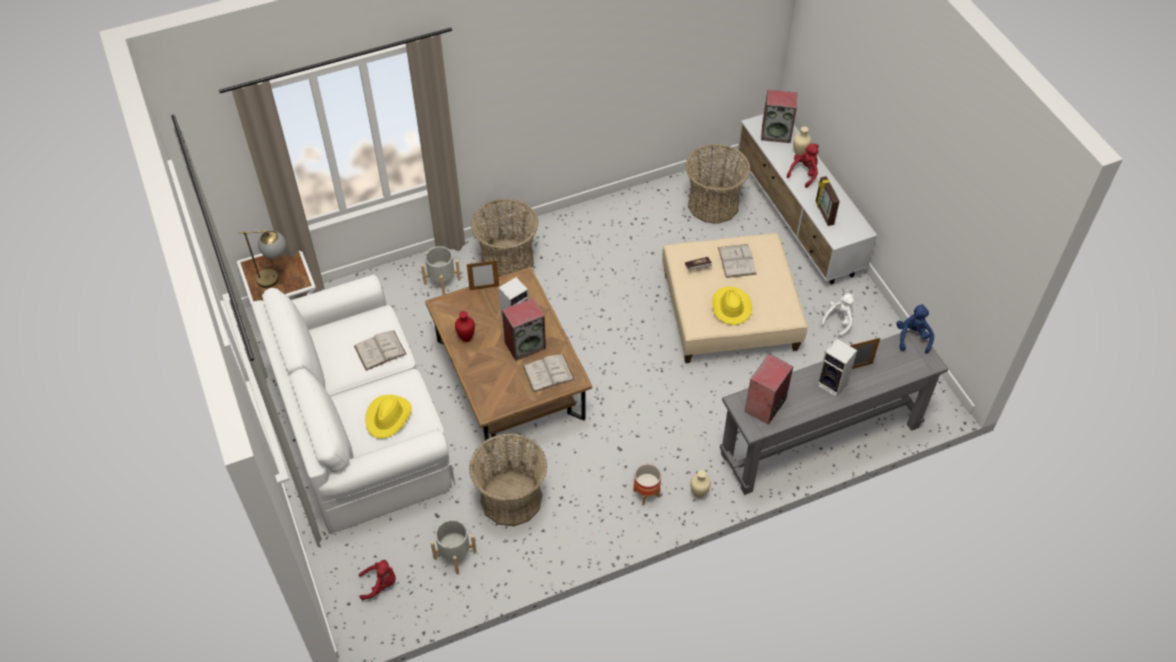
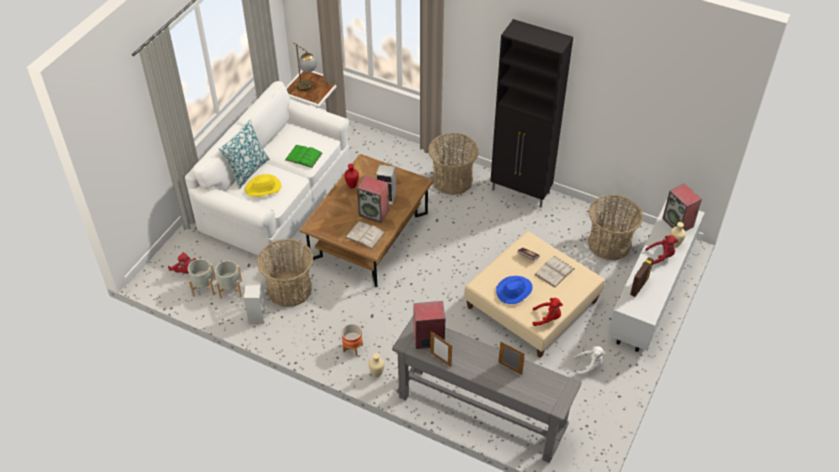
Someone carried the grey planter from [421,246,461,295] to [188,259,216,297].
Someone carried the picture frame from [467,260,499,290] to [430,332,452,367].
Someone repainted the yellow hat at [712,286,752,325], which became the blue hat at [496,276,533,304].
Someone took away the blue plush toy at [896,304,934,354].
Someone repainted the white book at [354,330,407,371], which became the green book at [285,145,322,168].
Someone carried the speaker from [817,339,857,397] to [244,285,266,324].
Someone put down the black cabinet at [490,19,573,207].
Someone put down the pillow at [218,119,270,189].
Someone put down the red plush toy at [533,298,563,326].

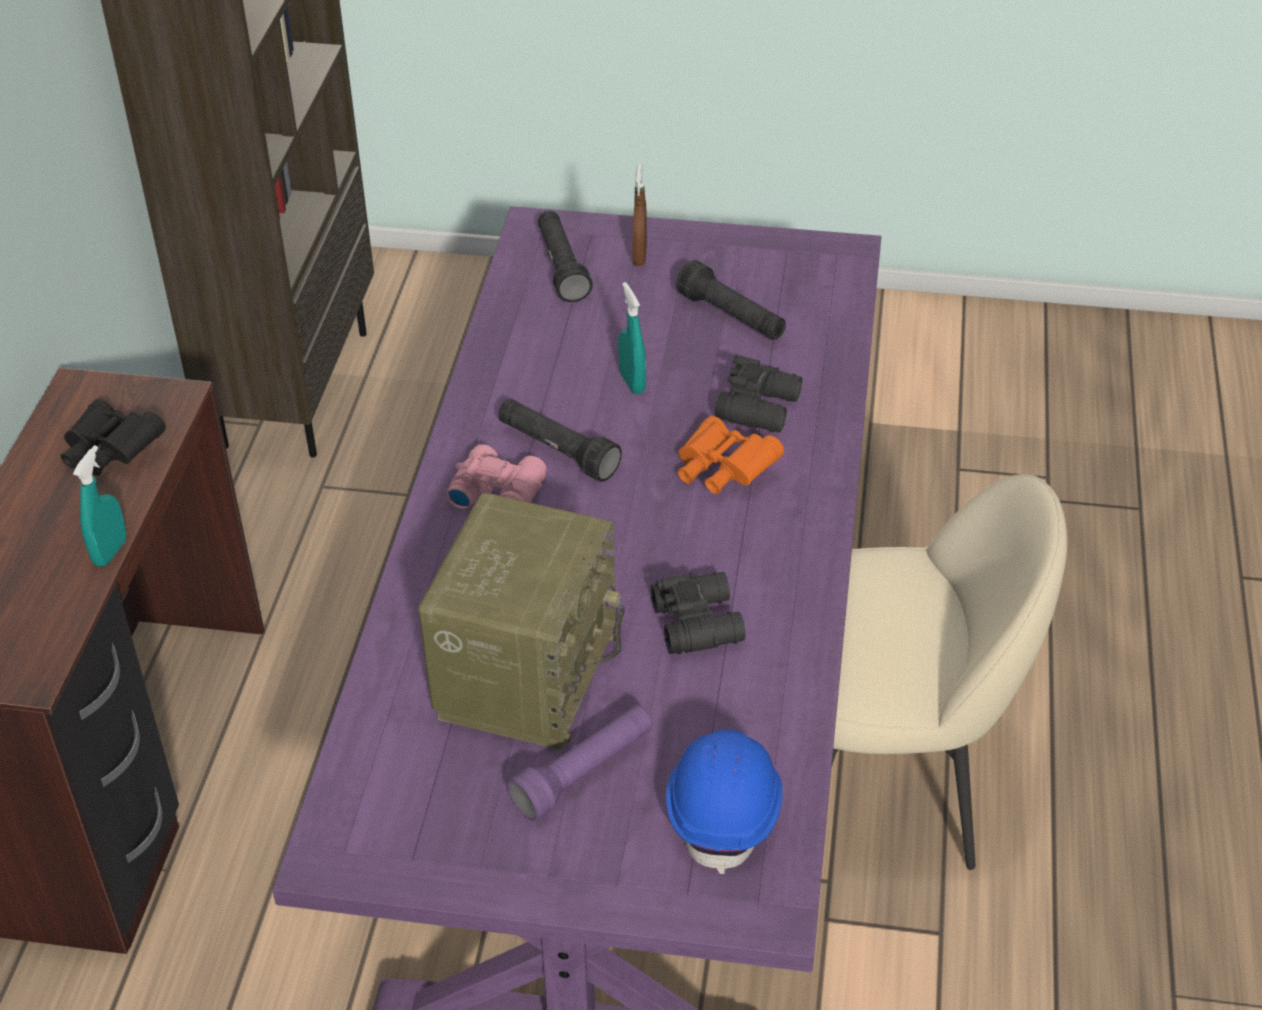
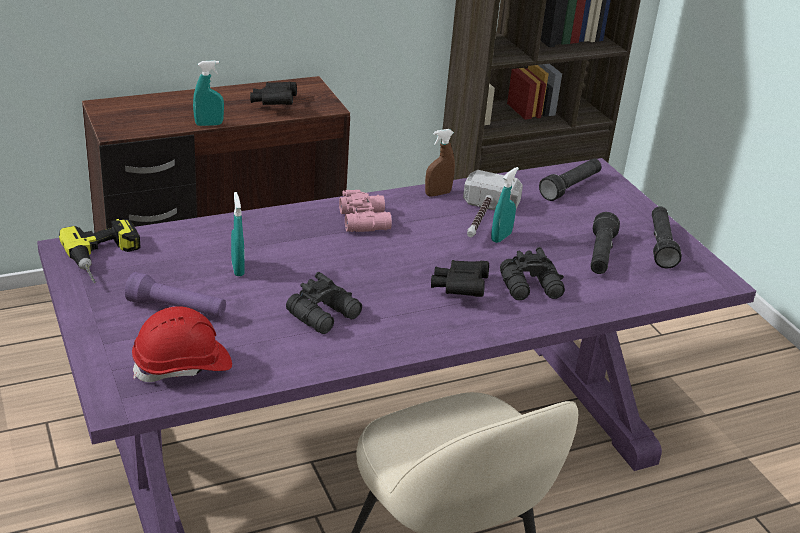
Someone carried the brown spray bottle from [632,165,647,266] to [425,129,455,196].
Someone carried the black flashlight from [498,399,622,482] to [652,207,682,268].
Someone repainted the orange binoculars at [678,416,784,494], which became the black binoculars at [431,260,489,297].
Someone swapped the radio at [418,493,625,750] for the turquoise spray bottle at [231,192,245,276].
Someone repainted the blue hard hat at [666,729,783,874], which became the red hard hat at [132,307,232,382].
Someone put down the hammer at [463,170,523,237].
Someone put down the power drill at [59,219,141,283].

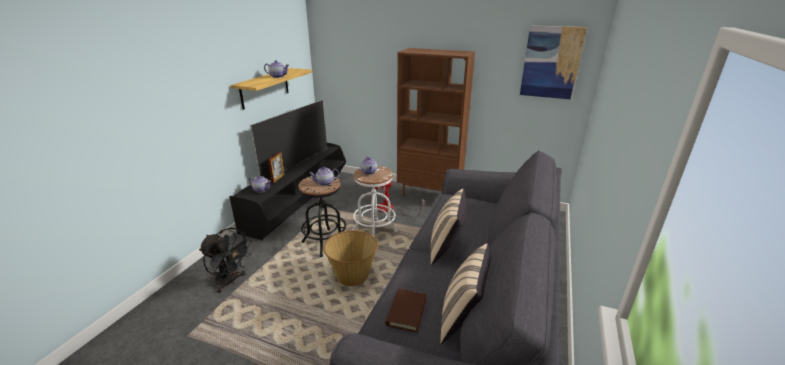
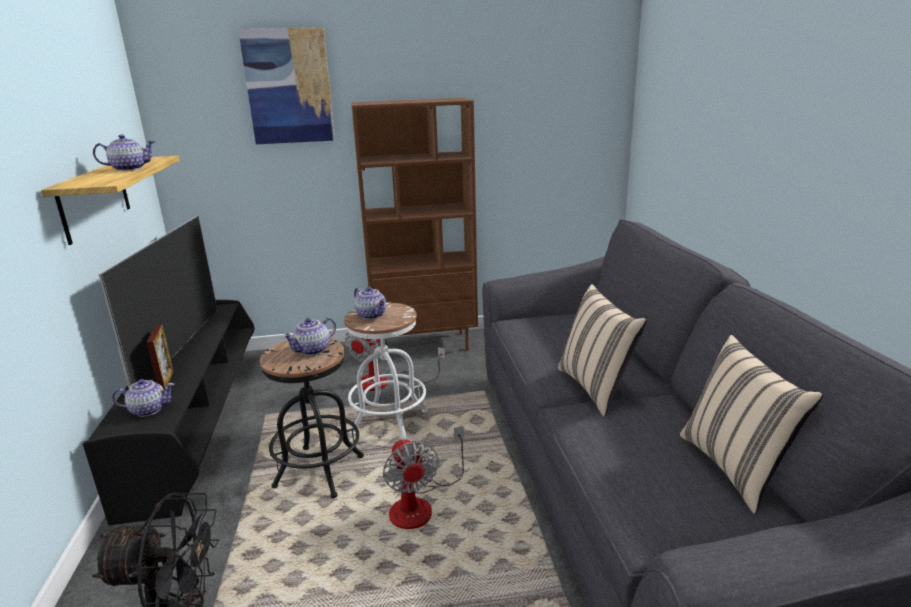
Someone carried the picture from [520,25,587,100] to [238,27,335,144].
Someone swapped the basket at [323,230,378,286] for the fan at [383,426,464,529].
Someone took away the brown book at [385,289,427,333].

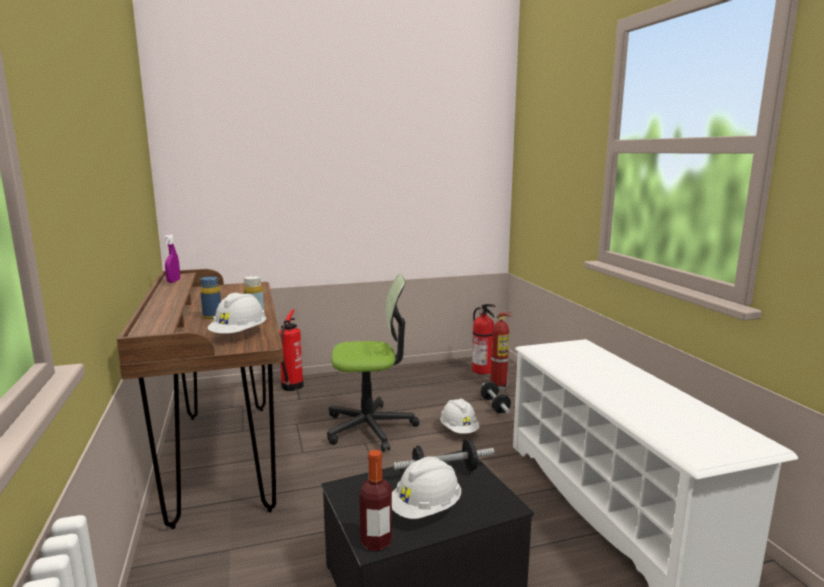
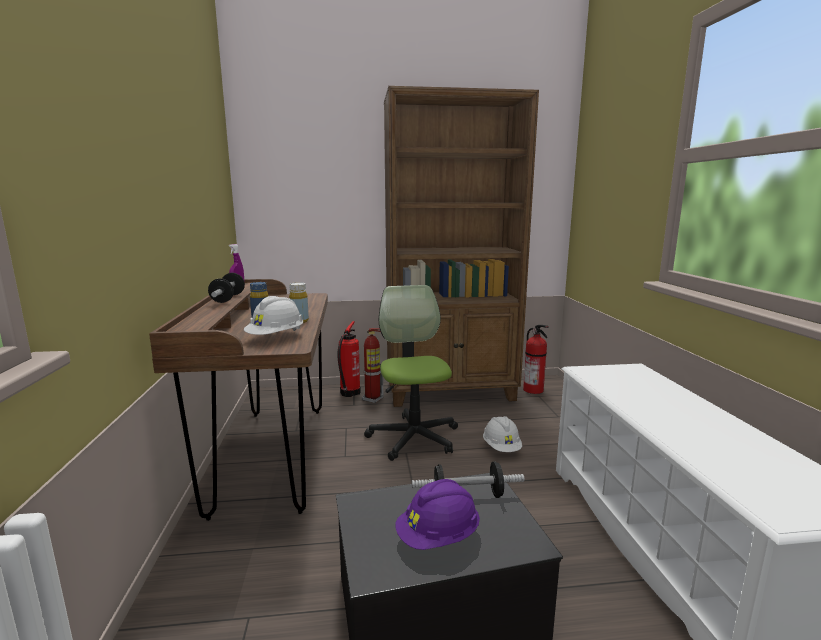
Someone rotated the office chair at [327,274,419,452] by 105 degrees counterclockwise.
Someone carried the fire extinguisher from [490,312,512,391] to [362,328,384,403].
Someone carried the dumbbell from [480,382,511,413] to [208,273,245,303].
Someone took away the bottle at [359,450,392,551].
Someone repainted the white hard hat at [392,456,461,519], which became the purple hard hat at [395,479,480,550].
Someone put down the brown bookcase at [384,86,539,407].

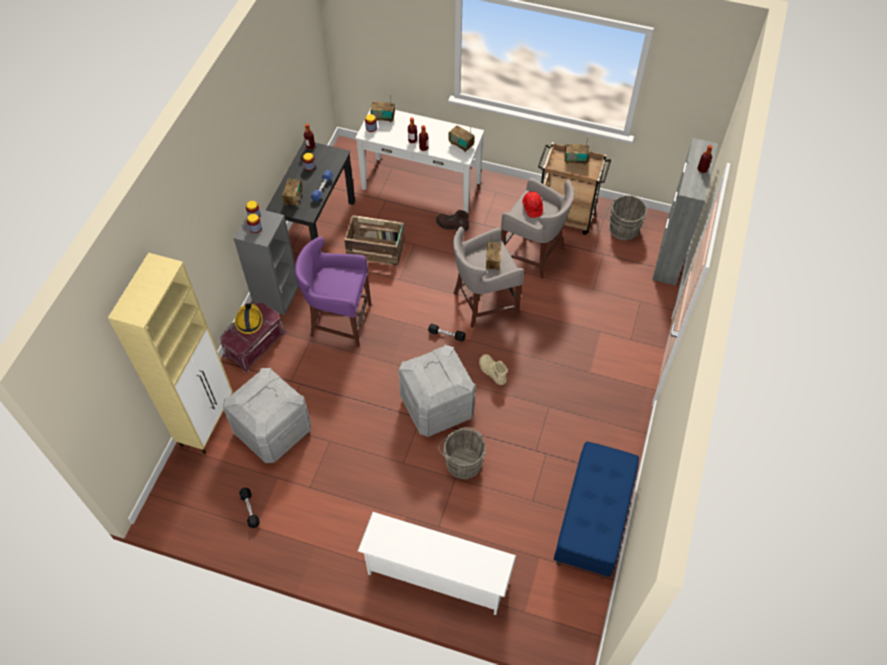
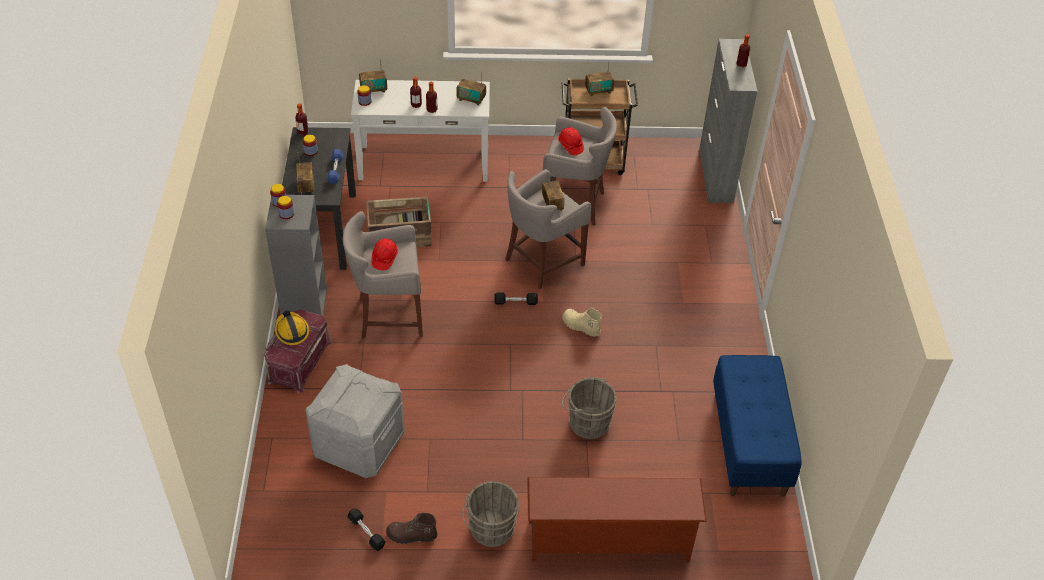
Someone carried the grey bucket from [606,195,647,241] to [462,481,519,547].
Someone carried the brown boot from [436,210,469,232] to [386,513,437,544].
Someone repainted the purple stool at [295,236,371,347], which became the grey stool at [343,211,423,339].
Someone took away the beige cabinet at [108,253,233,454].
Someone took away the grey storage box at [398,345,476,437].
Someone repainted the white shoe rack at [358,512,517,615], which became the brown shoe rack at [527,477,707,563].
Someone put down the red hard hat at [372,239,398,271].

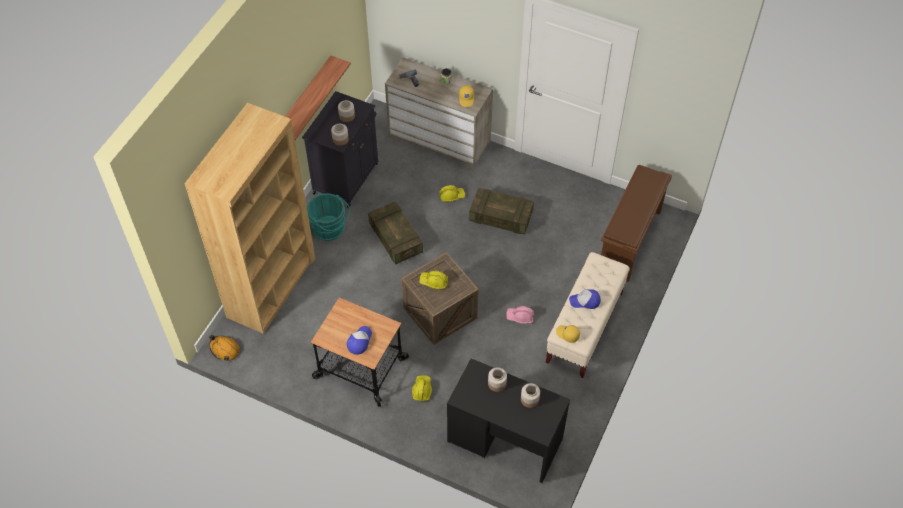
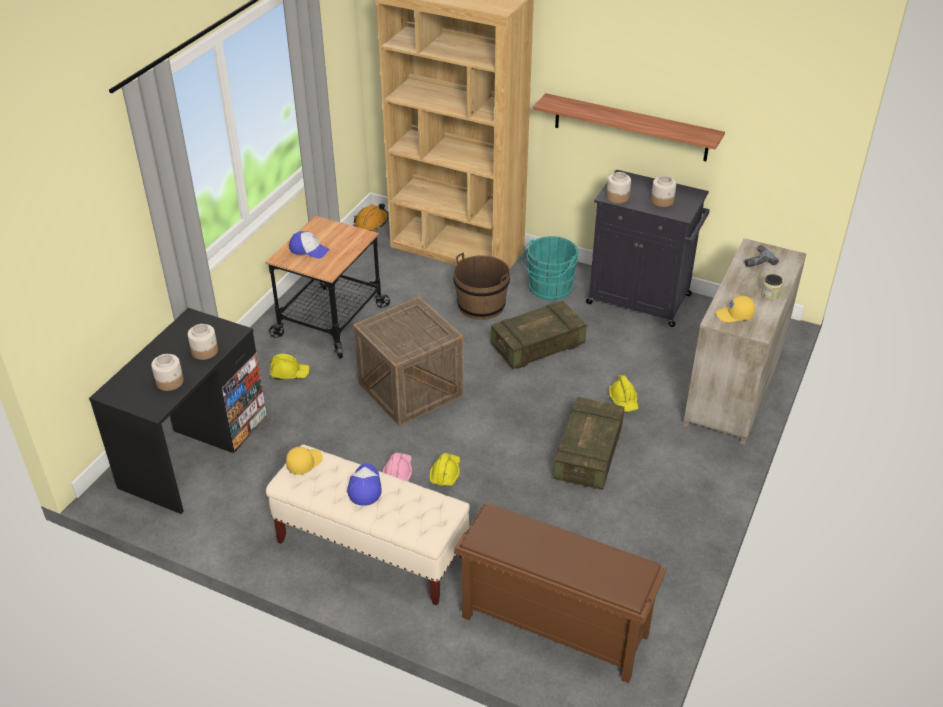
Someone carried the yellow hard hat from [419,271,448,289] to [430,453,460,486].
Someone put down the brown bucket at [453,253,510,320].

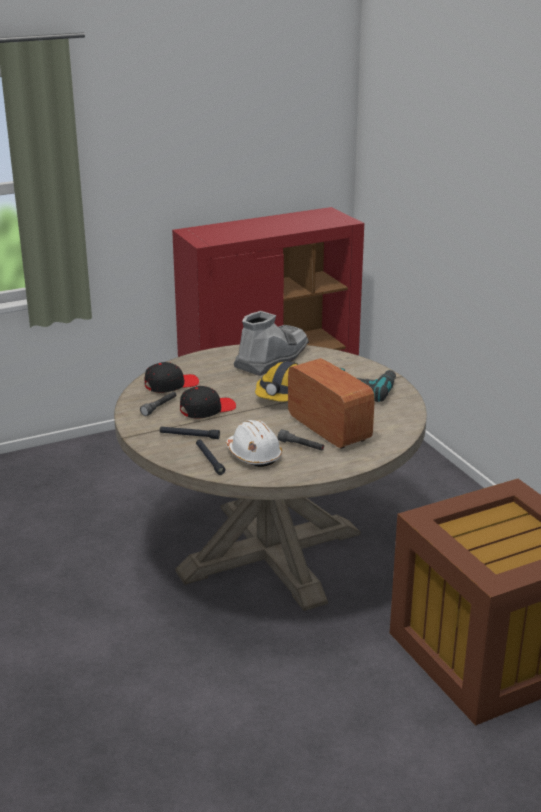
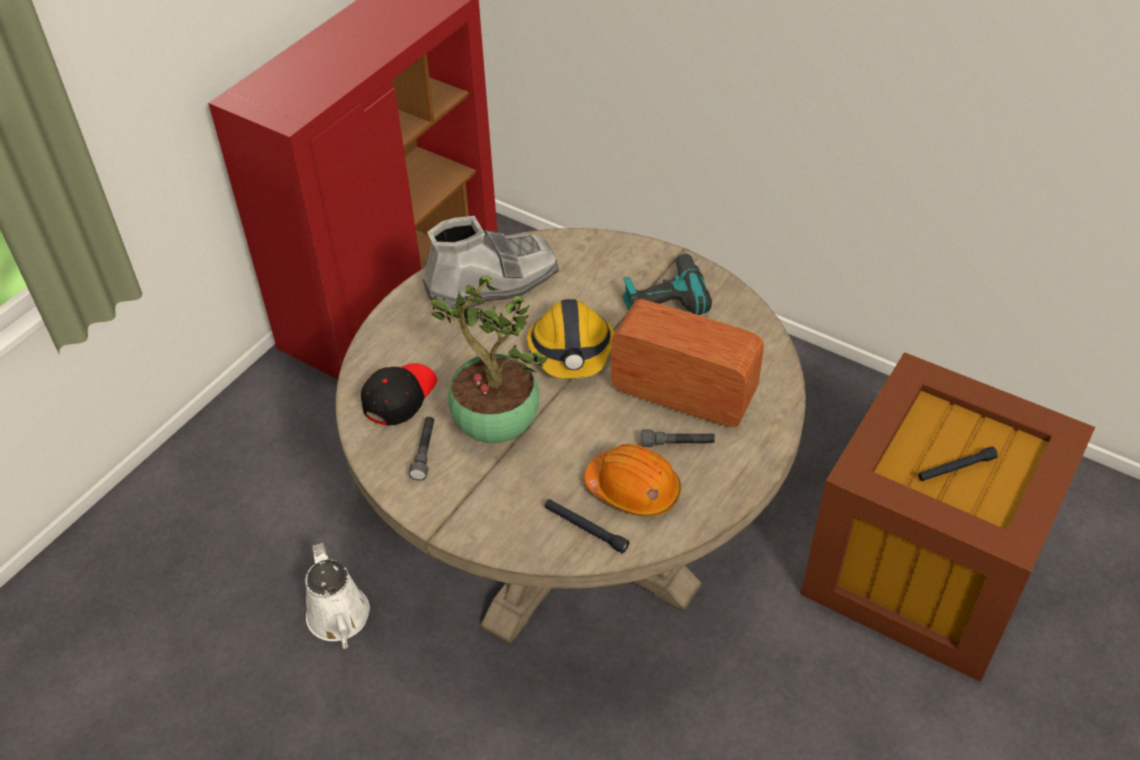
Someone rotated the grey boot at [234,311,309,376] by 60 degrees clockwise.
Someone swapped the black cap at [180,386,236,418] for the potted plant at [429,275,549,443].
Someone repainted the white hard hat at [226,420,282,467], which became the orange hard hat at [584,444,681,517].
Someone carried the black flashlight from [160,426,220,439] to [918,446,998,481].
Someone put down the white watering can at [305,542,370,649].

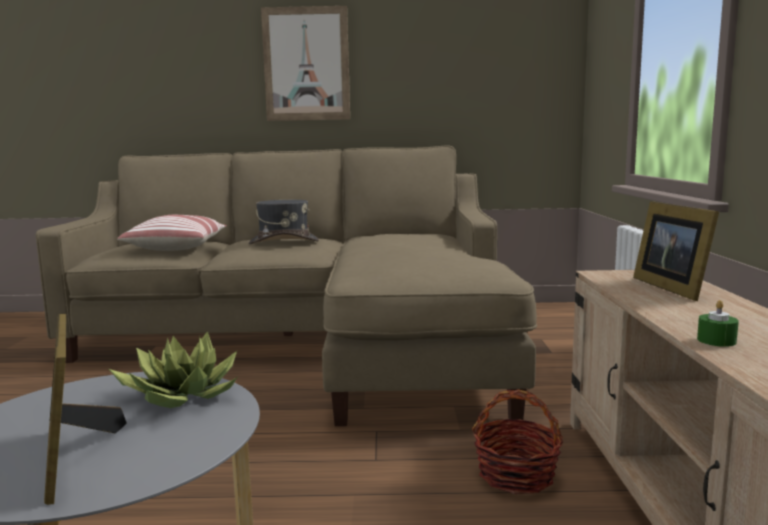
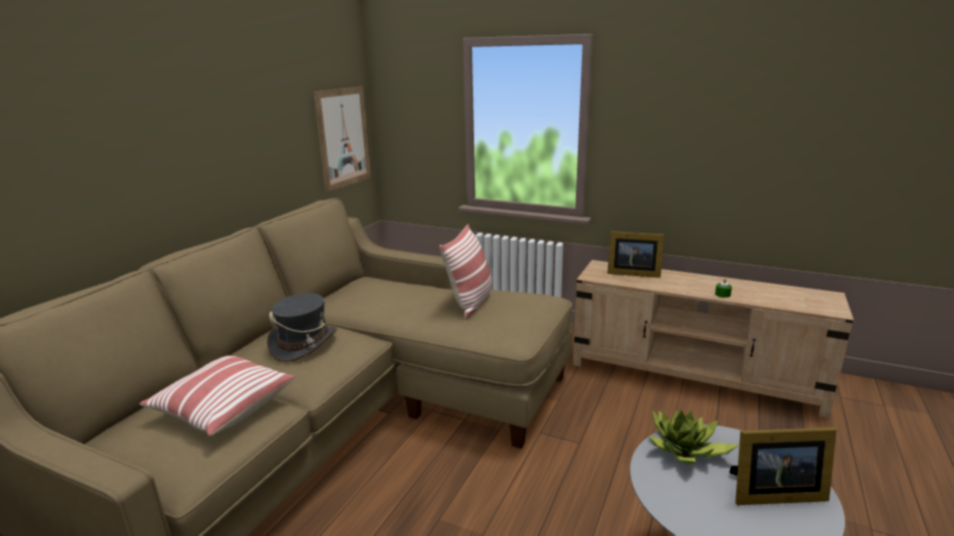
Someone carried the picture from [261,6,350,121] to [313,87,371,193].
Someone took away the basket at [472,389,563,494].
Someone put down the pillow at [439,224,492,319].

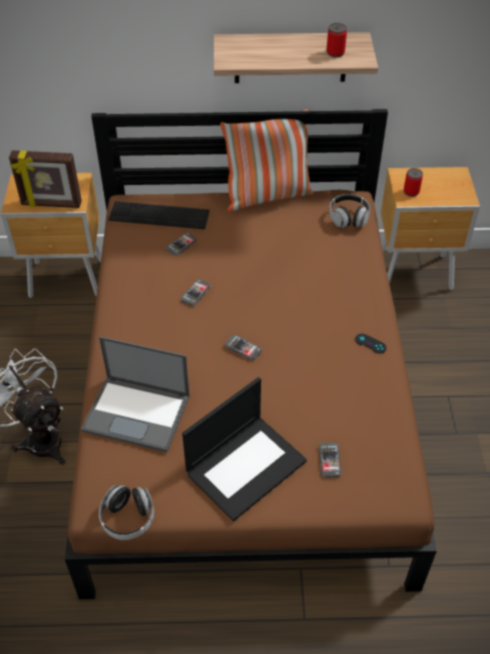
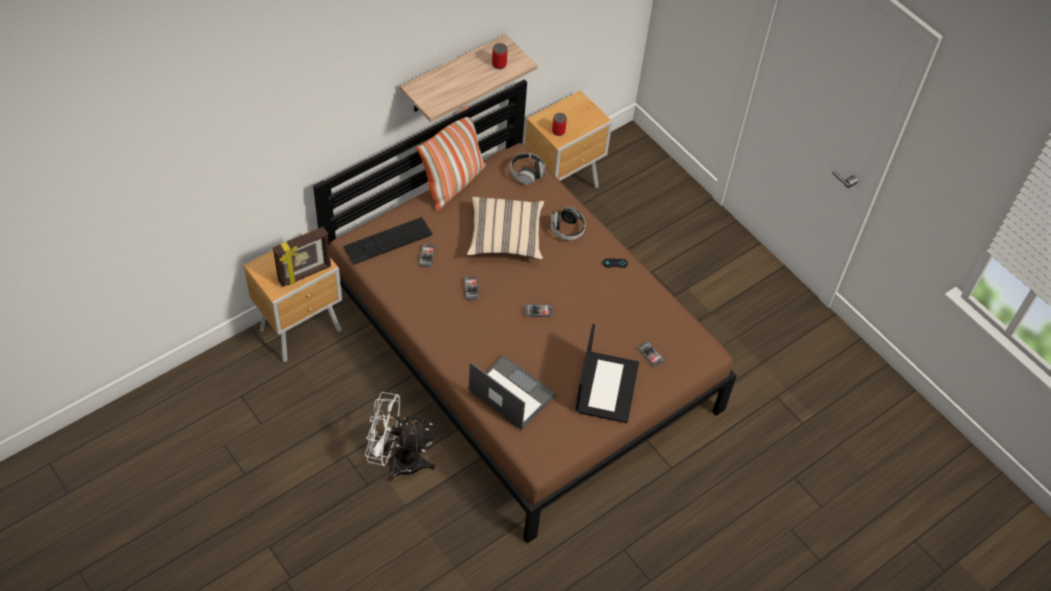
Someone rotated the laptop at [81,336,190,452] by 120 degrees counterclockwise.
Someone carried the headphones from [99,485,154,540] to [551,206,586,240].
Someone put down the beige pillow at [467,197,544,260].

